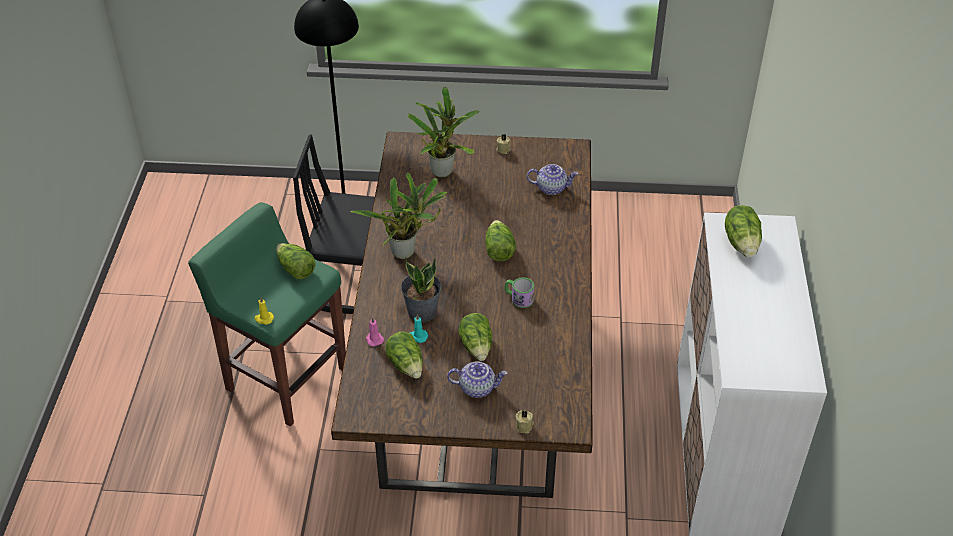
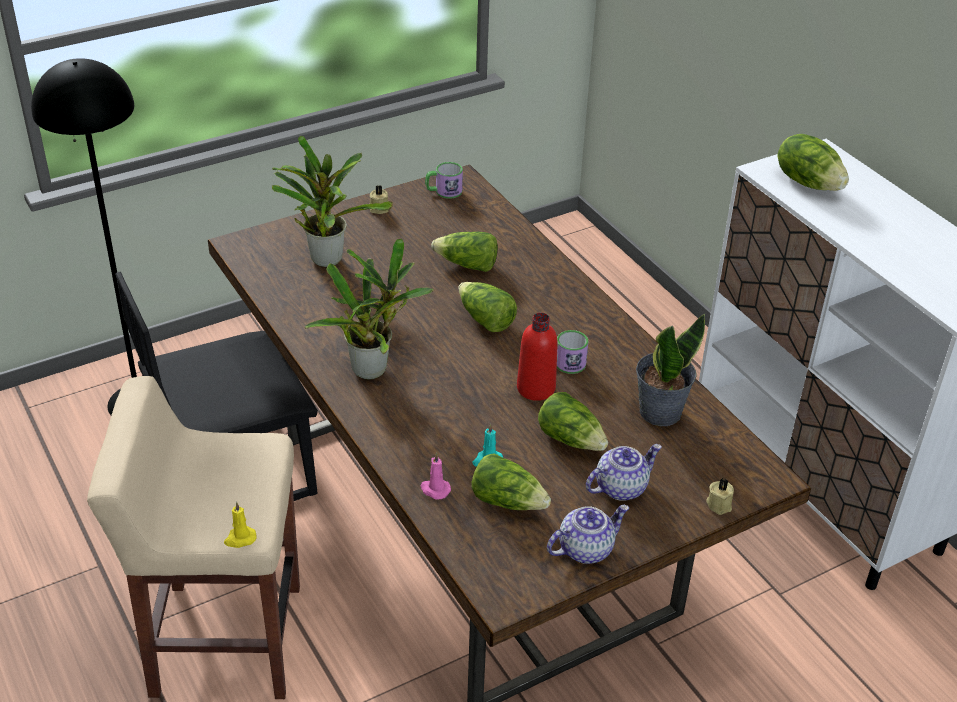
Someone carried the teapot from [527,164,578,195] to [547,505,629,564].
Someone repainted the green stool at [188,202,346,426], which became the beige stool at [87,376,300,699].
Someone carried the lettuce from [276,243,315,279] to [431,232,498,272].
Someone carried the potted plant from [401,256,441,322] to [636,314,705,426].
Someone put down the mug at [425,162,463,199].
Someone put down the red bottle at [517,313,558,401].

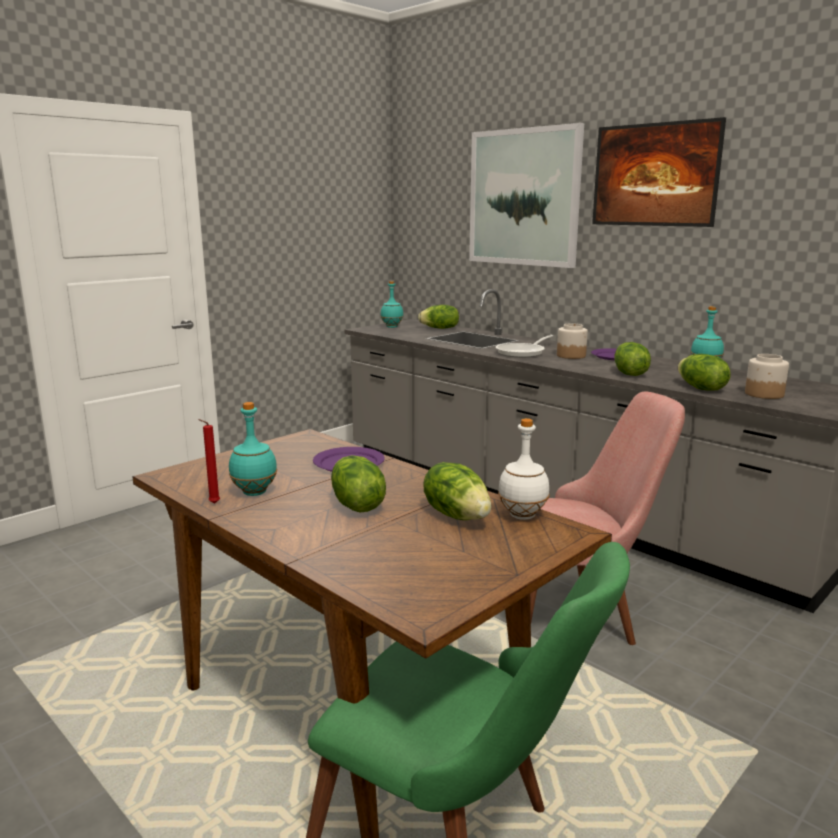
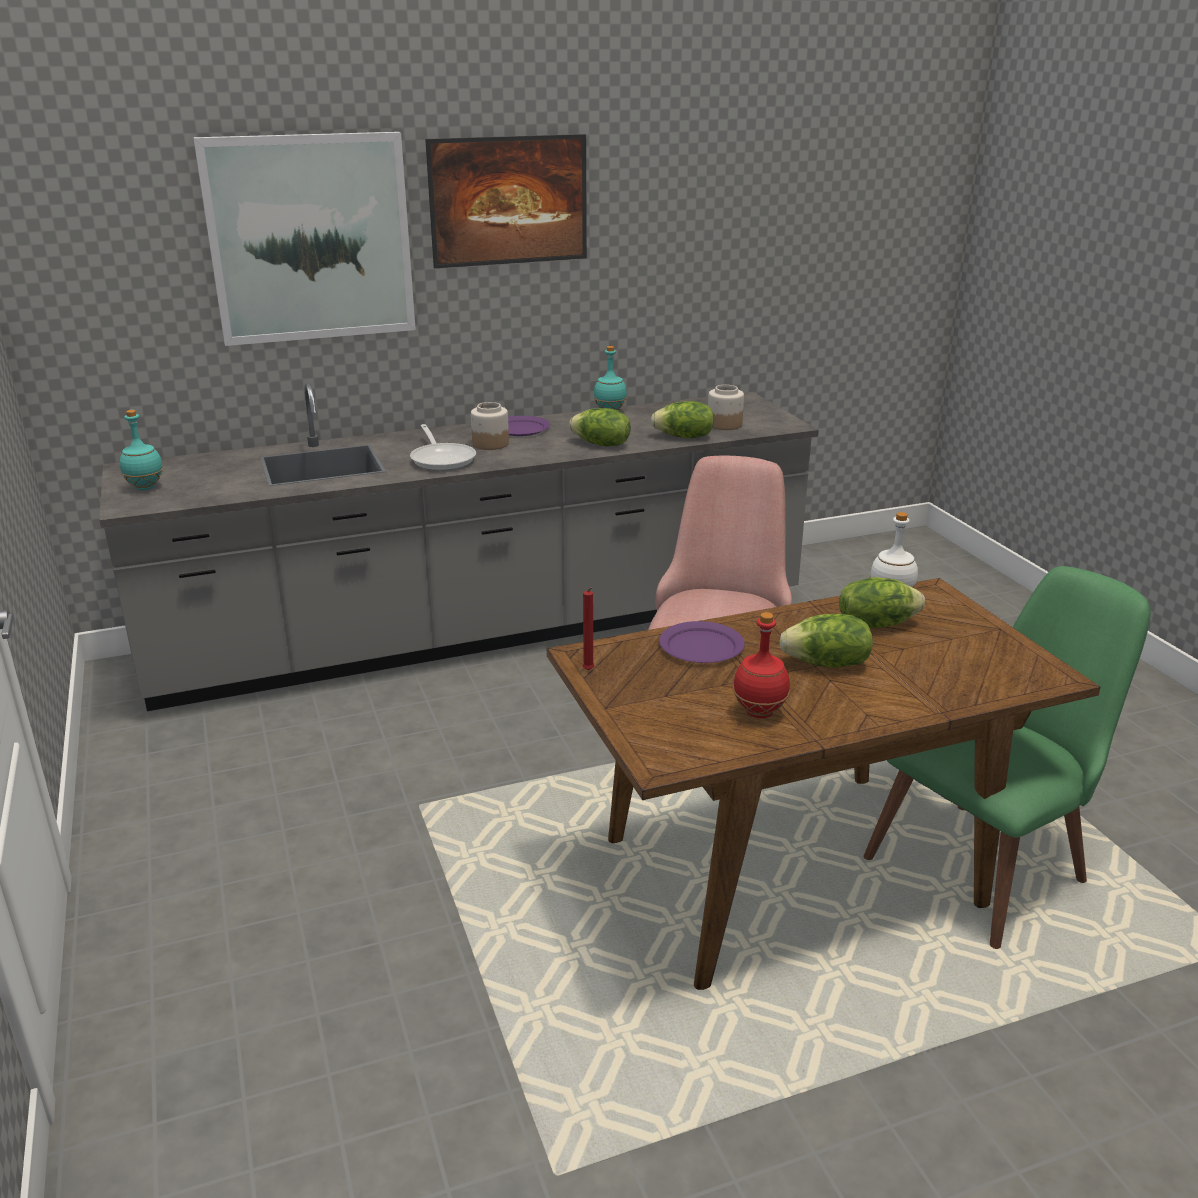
Someone took away the lettuce at [418,305,459,329].
Someone repainted the turquoise bottle at [229,402,277,496], which became the red bottle at [733,612,790,718].
Someone carried the red candle from [198,419,220,503] to [582,587,594,671].

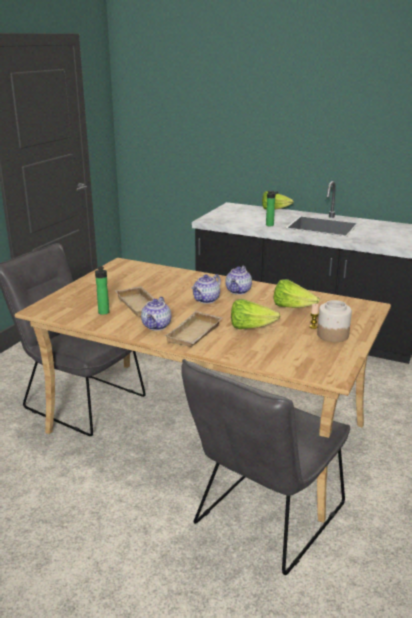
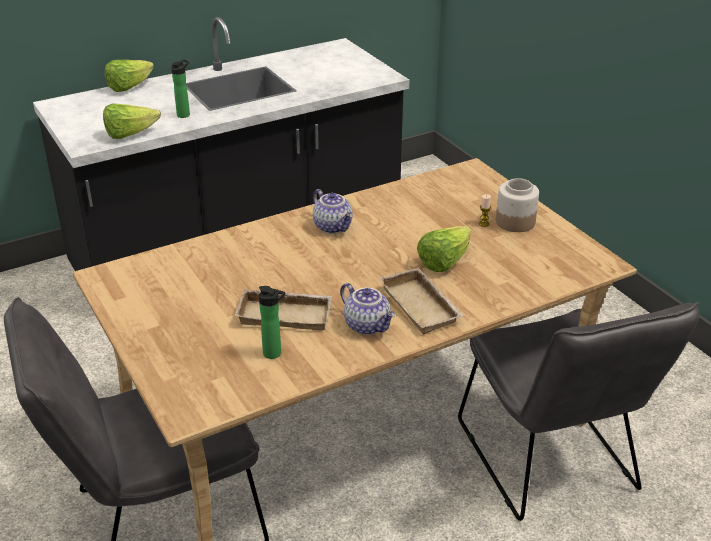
Someone took away the teapot at [192,274,221,304].
Someone carried the lettuce from [273,279,319,308] to [103,103,161,139].

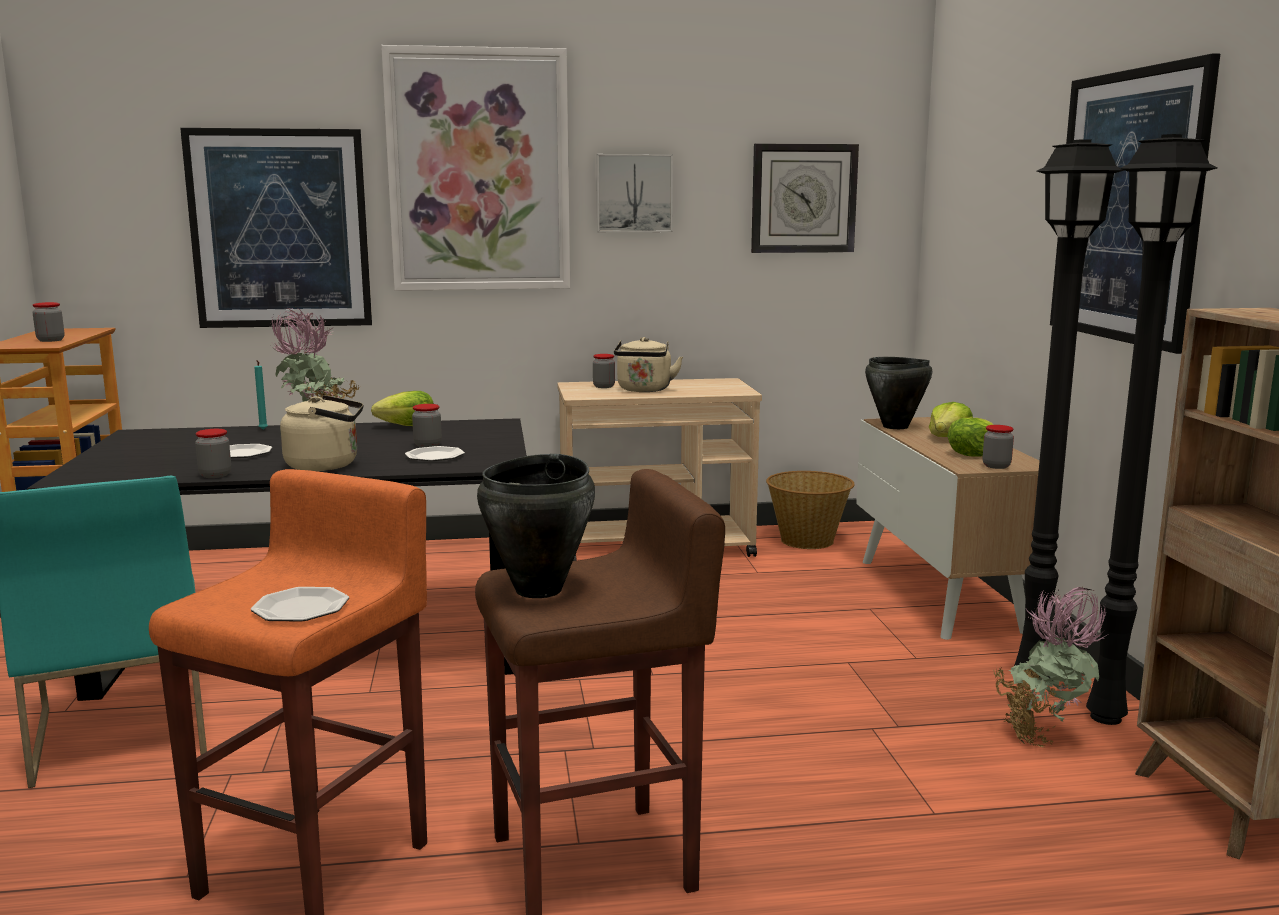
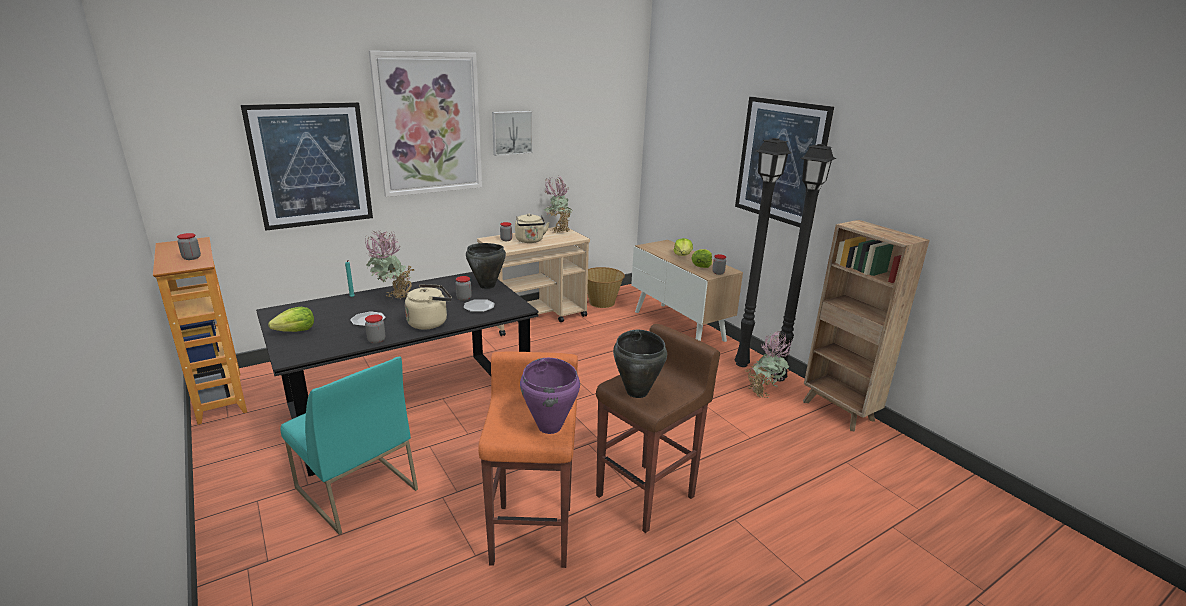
Someone took away the wall clock at [751,143,859,253].
Someone carried the black cooking pot from [865,357,932,429] to [466,243,506,289].
Someone carried the lettuce from [371,391,434,426] to [268,307,314,332].
Someone swapped the plate at [251,587,349,622] for the purple cooking pot at [520,358,580,434].
Someone put down the potted plant at [544,177,573,233].

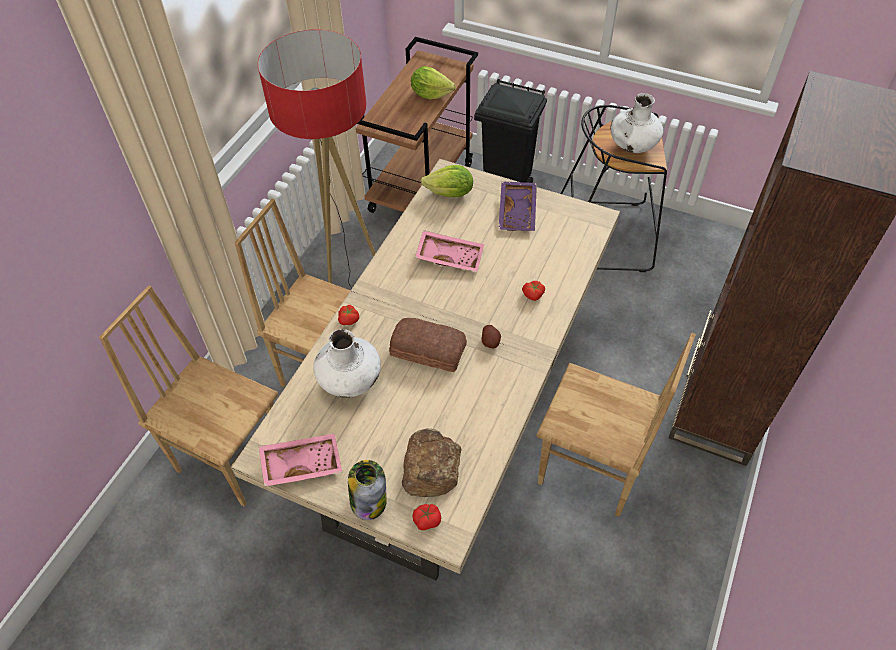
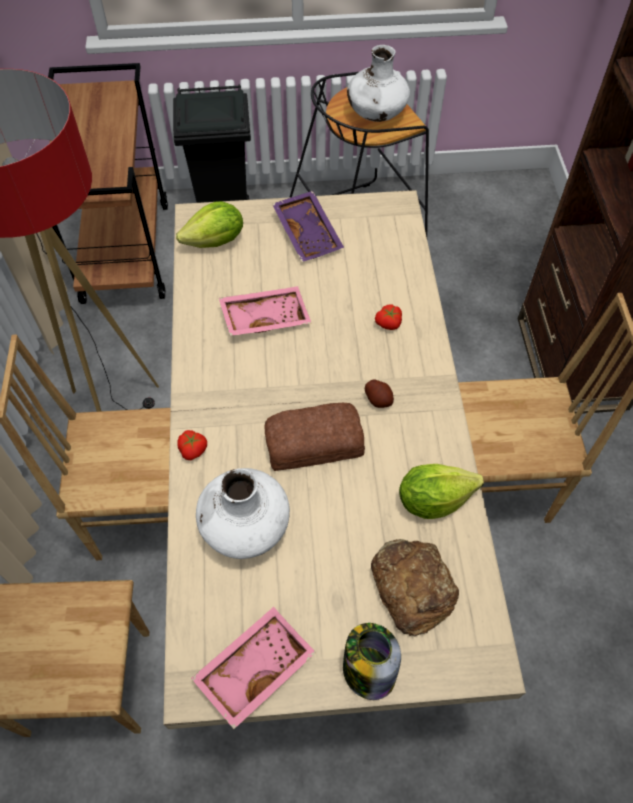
Someone carried the lettuce from [411,66,456,99] to [399,464,484,519].
Someone took away the tomato at [412,504,441,530].

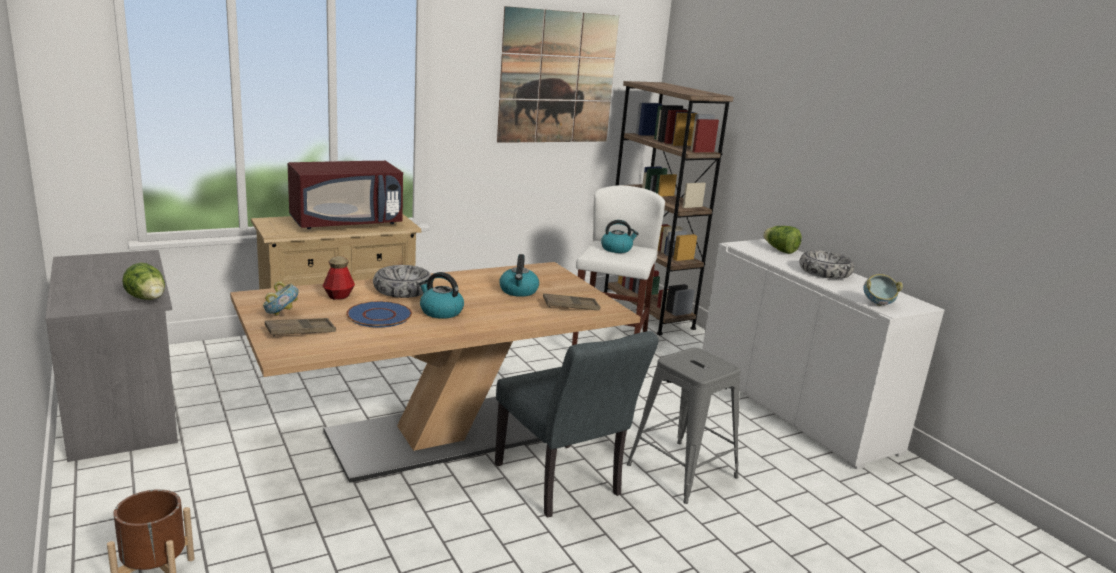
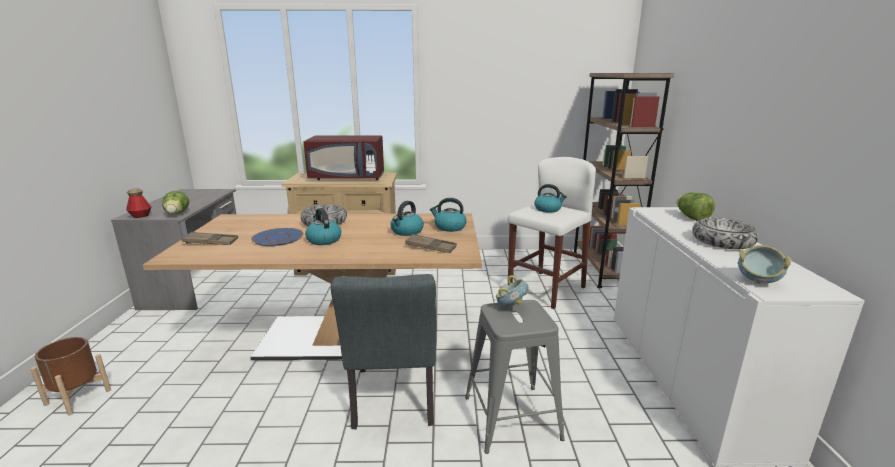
Someone took away the picture at [497,6,619,143].
Someone carried the bottle from [323,256,355,300] to [126,188,151,218].
Someone carried the bowl from [263,281,298,316] to [496,275,528,307].
Someone put down the kettle at [430,198,467,232].

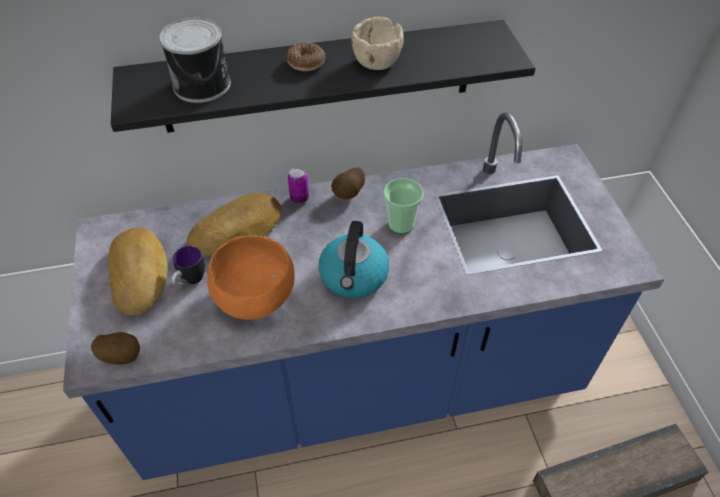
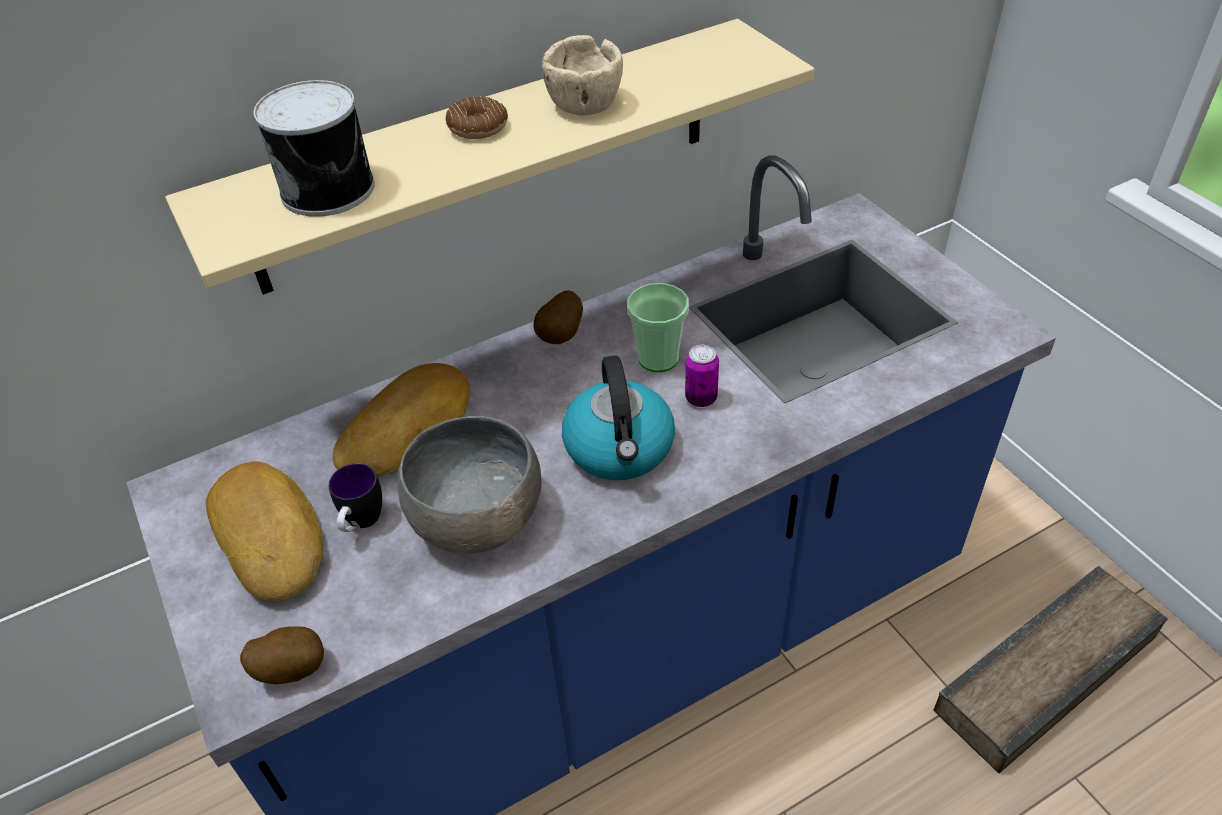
Someone repainted the black shelf at [111,20,536,133], which became the beige shelf at [165,19,815,295].
Someone carried the can from [288,167,309,204] to [685,345,719,407].
Someone repainted the orange bowl at [207,235,295,320], which became the grey bowl at [398,416,542,554].

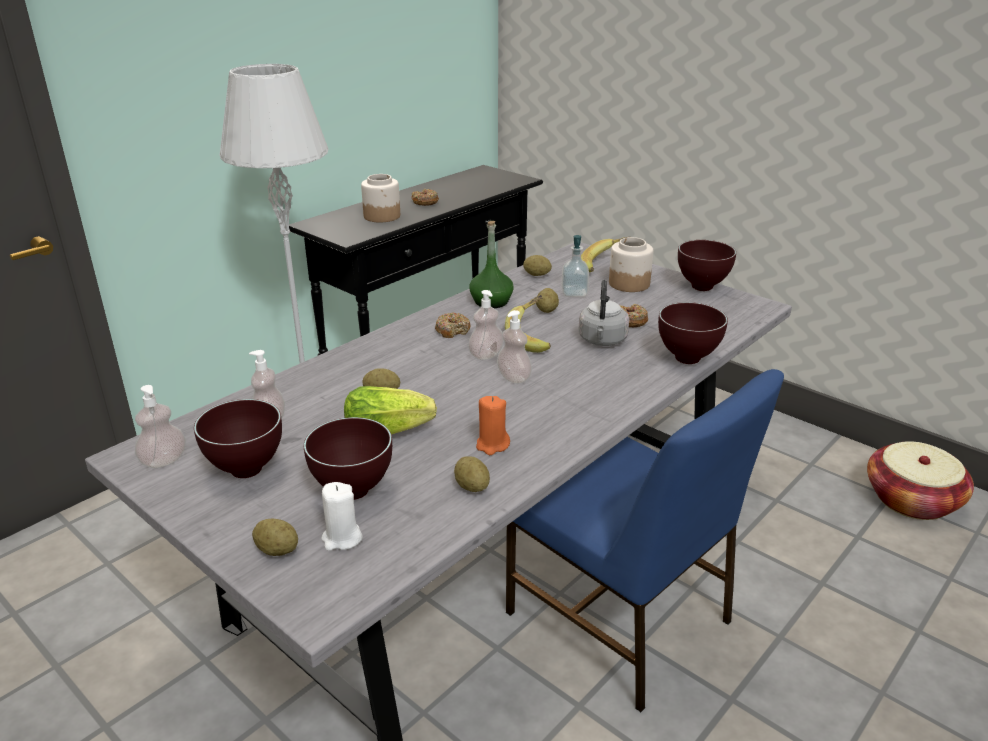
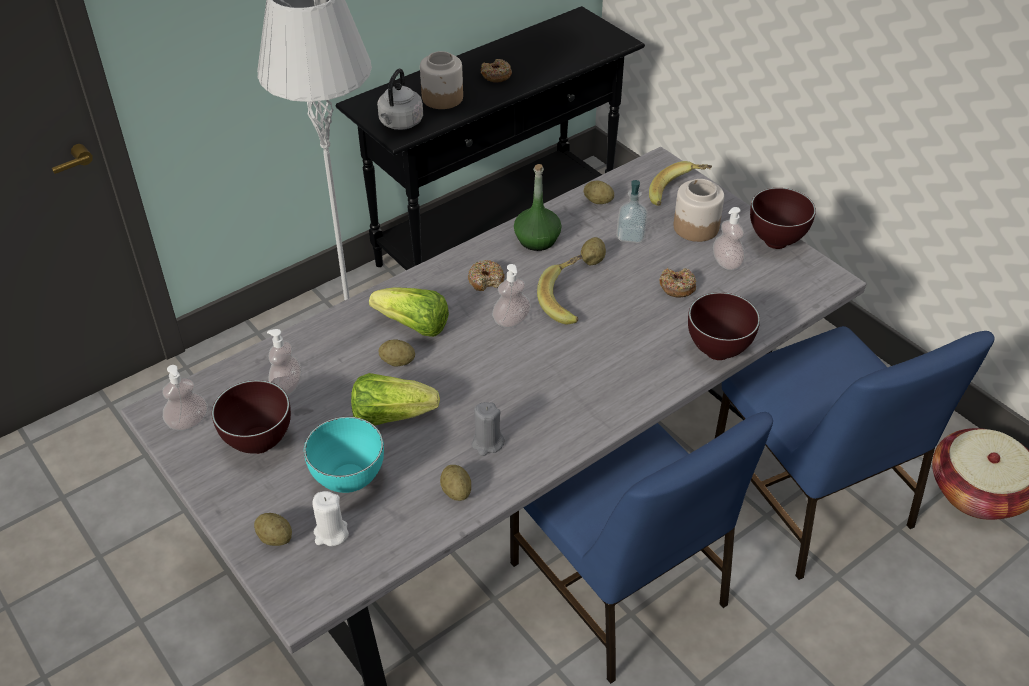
Someone carried the grey kettle from [579,280,629,346] to [377,68,423,130].
Someone carried the soap dispenser from [497,310,532,384] to [713,207,745,270].
Someone repainted the orange candle at [476,396,510,455], which became the grey candle at [471,402,505,456].
Someone repainted the brown bowl at [304,417,392,500], which became the turquoise bowl at [304,417,384,493].
Someone put down the lettuce at [369,287,449,337].
Someone put down the blue chair at [715,326,995,580].

